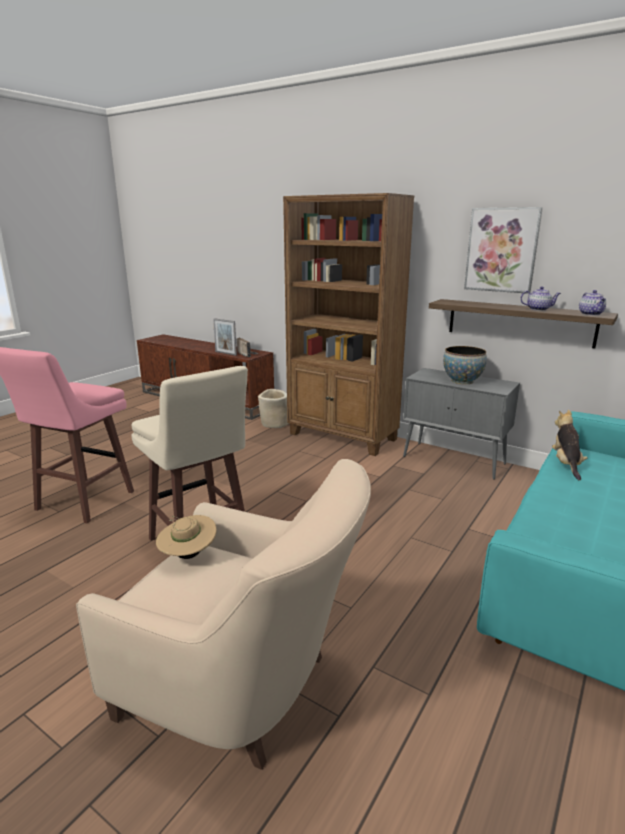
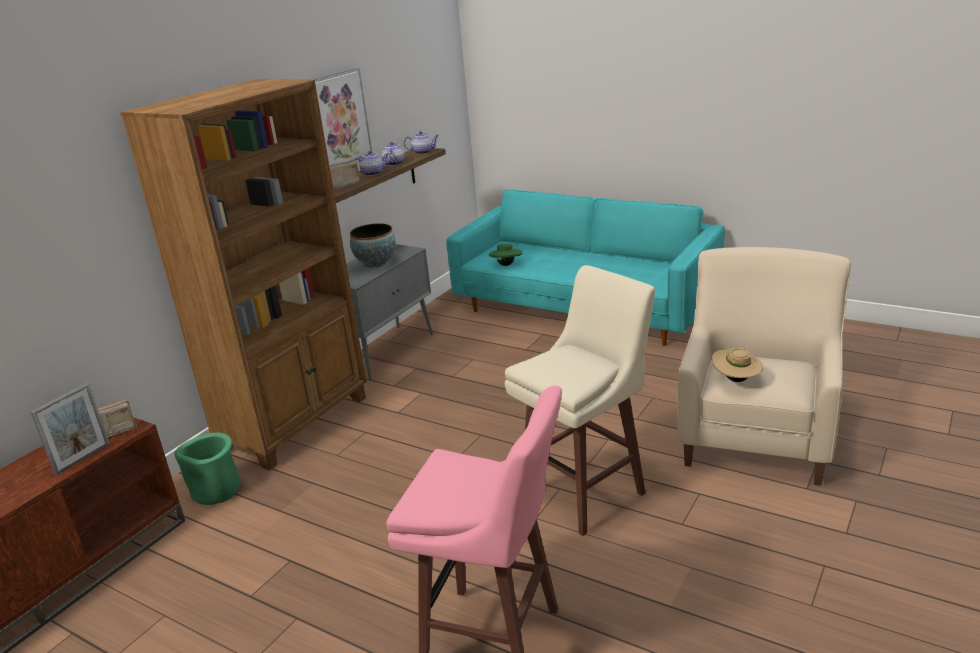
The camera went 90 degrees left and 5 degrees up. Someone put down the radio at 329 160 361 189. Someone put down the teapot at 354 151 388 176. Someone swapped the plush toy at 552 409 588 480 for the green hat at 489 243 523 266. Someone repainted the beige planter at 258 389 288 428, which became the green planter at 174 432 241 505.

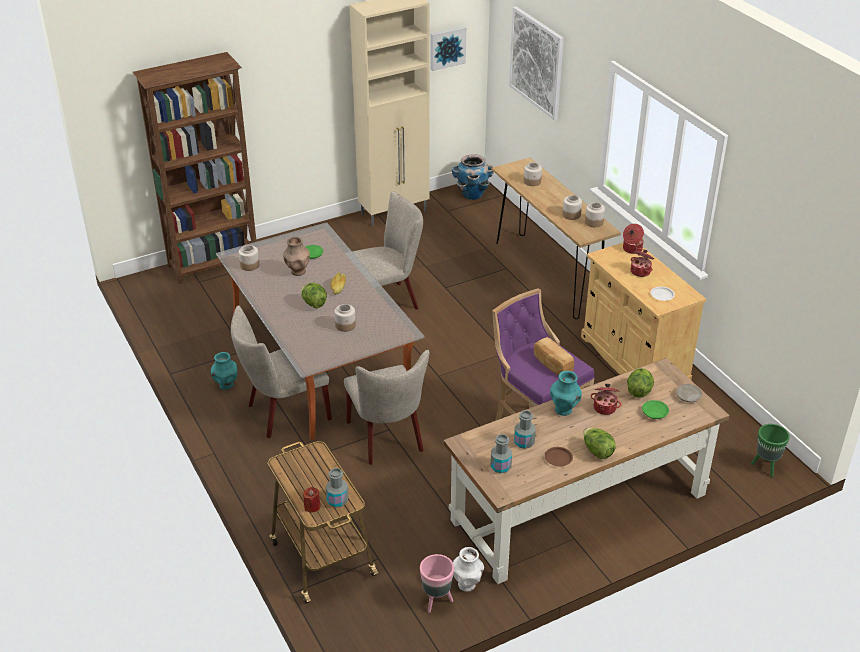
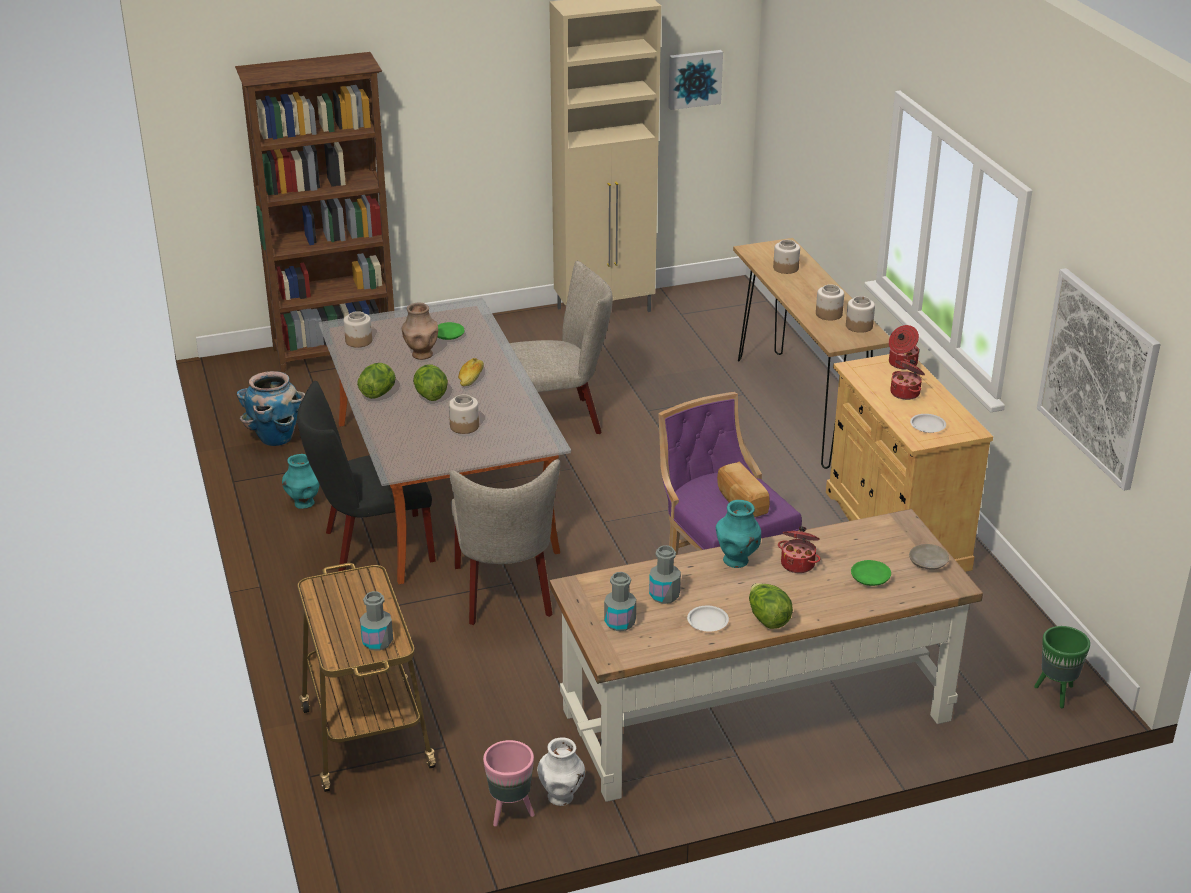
The camera went 10 degrees right and 5 degrees down. Someone took away the red candle at 303 487 321 513. Someone carried the planter from 452 154 493 200 to 237 371 305 446. Someone carried the picture from 509 6 564 120 to 1037 268 1161 491. Someone carried the lettuce from 627 368 654 398 to 357 363 396 399. Someone repainted the beige chair at 231 305 332 438, which became the black chair at 297 381 436 571. Someone repainted the brown plate at 545 447 573 466, which became the white plate at 687 606 729 632.

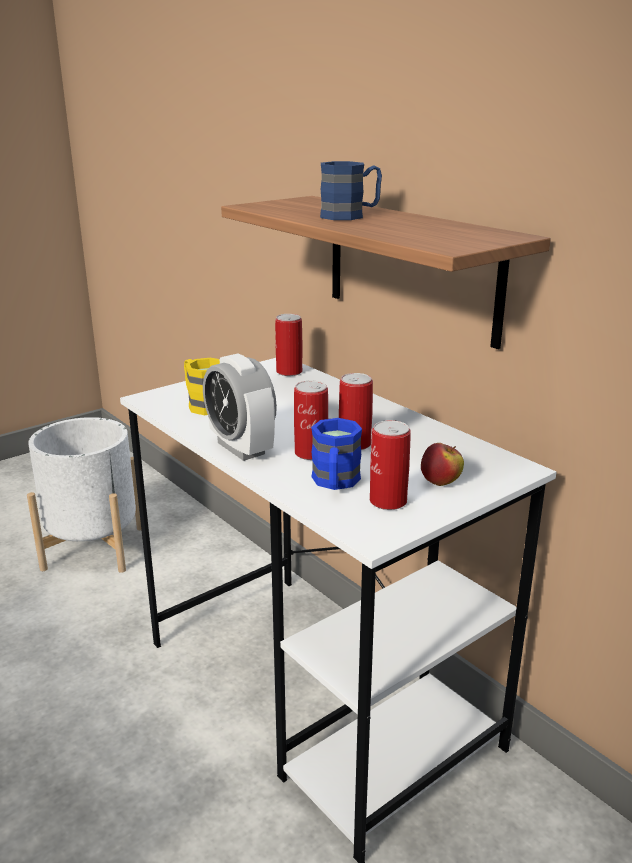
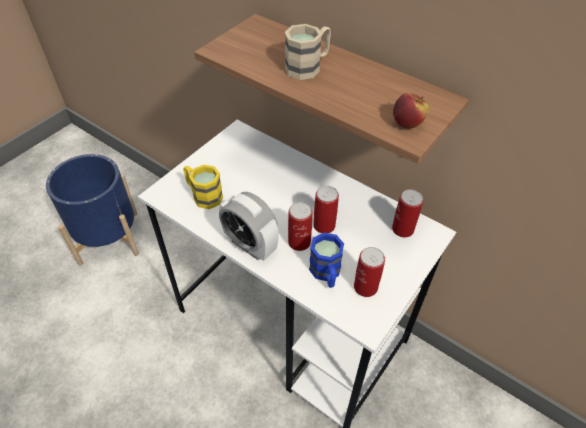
The camera went 15 degrees left and 25 degrees up. Someone carried the can from 275 314 303 376 to 392 189 423 238. Someone carried the apple from 421 443 464 486 to 393 93 429 129. Someone repainted the white planter at 27 417 141 573, which became the blue planter at 46 154 139 266. Someone repainted the blue mug at 320 161 382 220, which became the beige mug at 285 24 331 80.

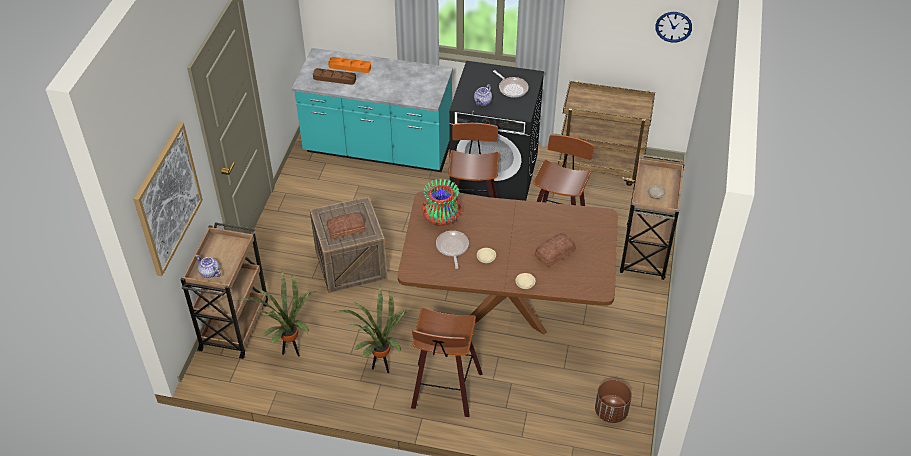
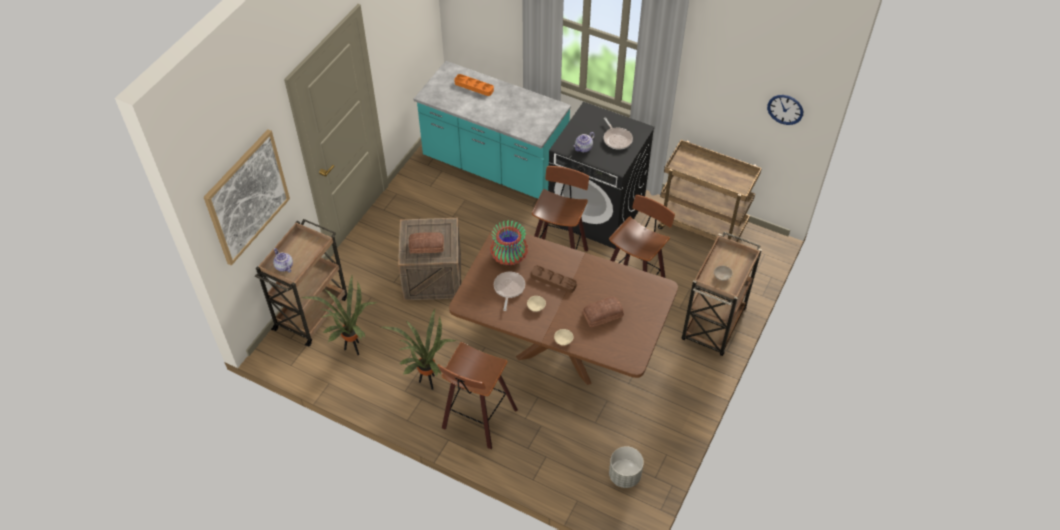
The camera went 15 degrees right and 5 degrees up. Someone carried the brown tray from 313 68 356 85 to 531 265 577 293. Someone repainted the brown planter at 595 379 632 423, which became the grey planter at 609 446 644 488.

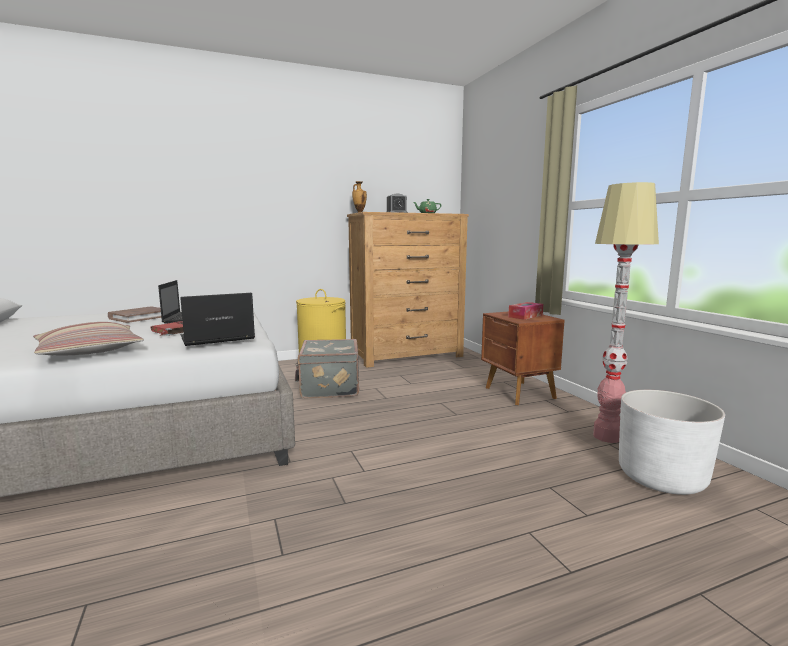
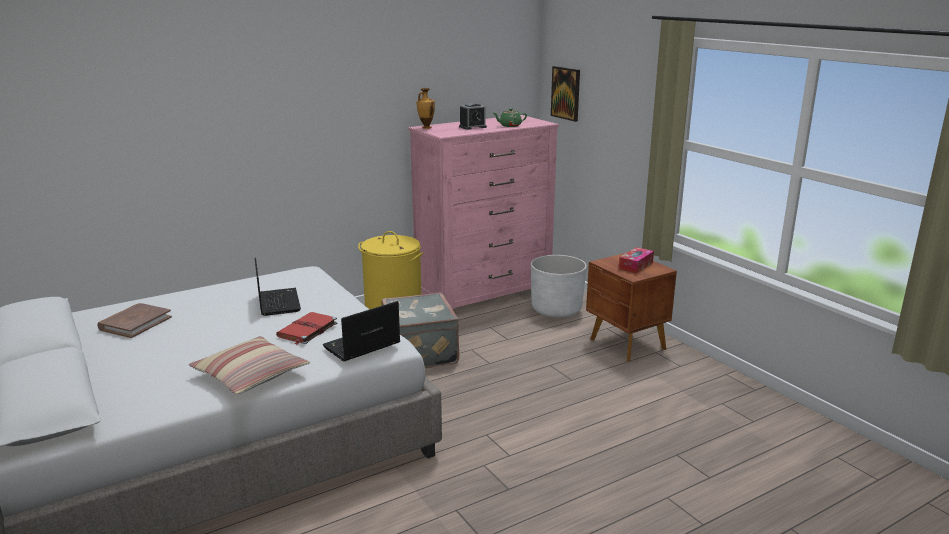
The camera went 10 degrees left and 10 degrees up. Someone took away the floor lamp at 593 182 659 443. Someone put up the picture at 551 66 580 122. Someone carried the brown book from 108 307 161 323 to 97 303 172 338. Someone carried the white planter from 619 390 725 495 to 531 255 587 318. Someone repainted the brown dresser at 347 212 469 368, which became the pink dresser at 408 115 559 310.

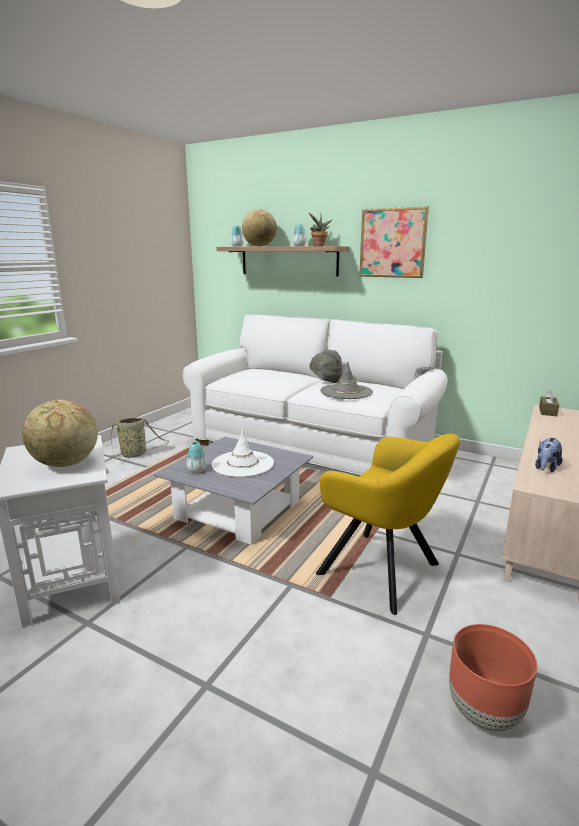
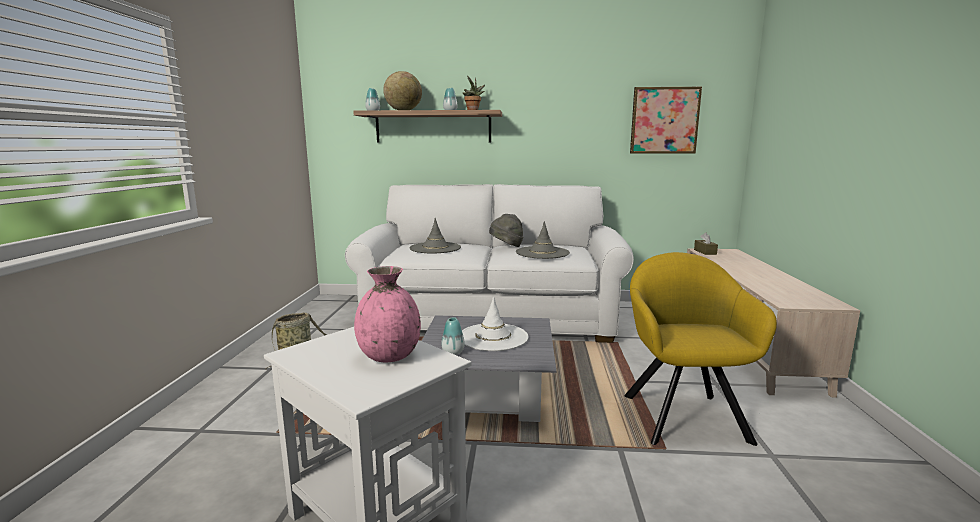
The camera went 25 degrees left and 5 degrees down. Someone took away the brown planter at 449 624 537 731. Someone took away the plush toy at 535 438 562 472. Someone put down the grey hat at 409 218 461 253. Someone carried the picture from 359 206 429 278 to 630 87 702 154. Someone swapped the globe at 22 400 98 467 for the pink vase at 354 266 421 362. Someone rotated the yellow armchair at 316 434 461 615 by 105 degrees counterclockwise.

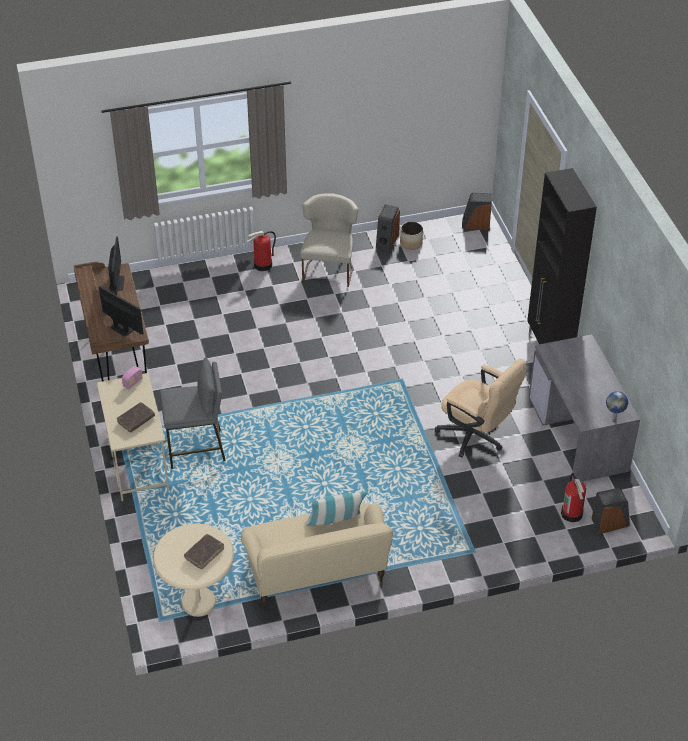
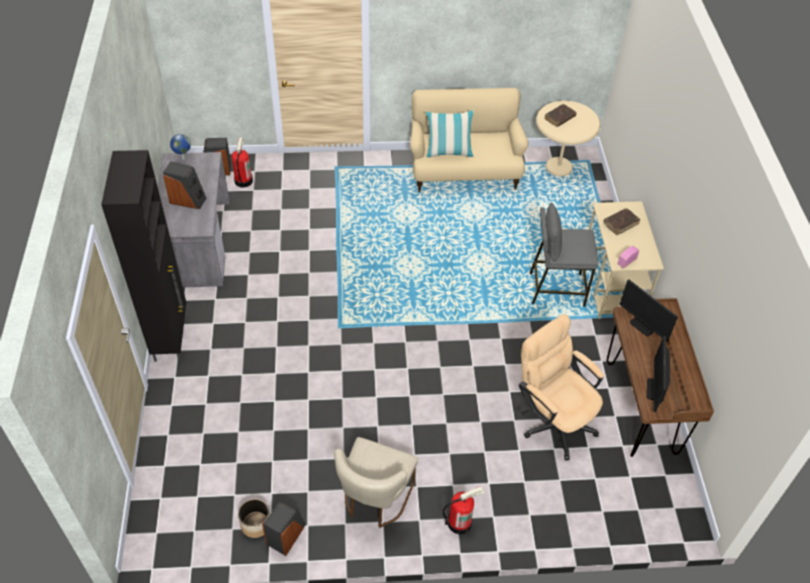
The camera went 170 degrees left and 5 degrees up. Someone carried the beige office chair from 435 359 527 458 to 519 314 604 460. Someone carried the speaker from 462 193 492 231 to 163 162 207 209.

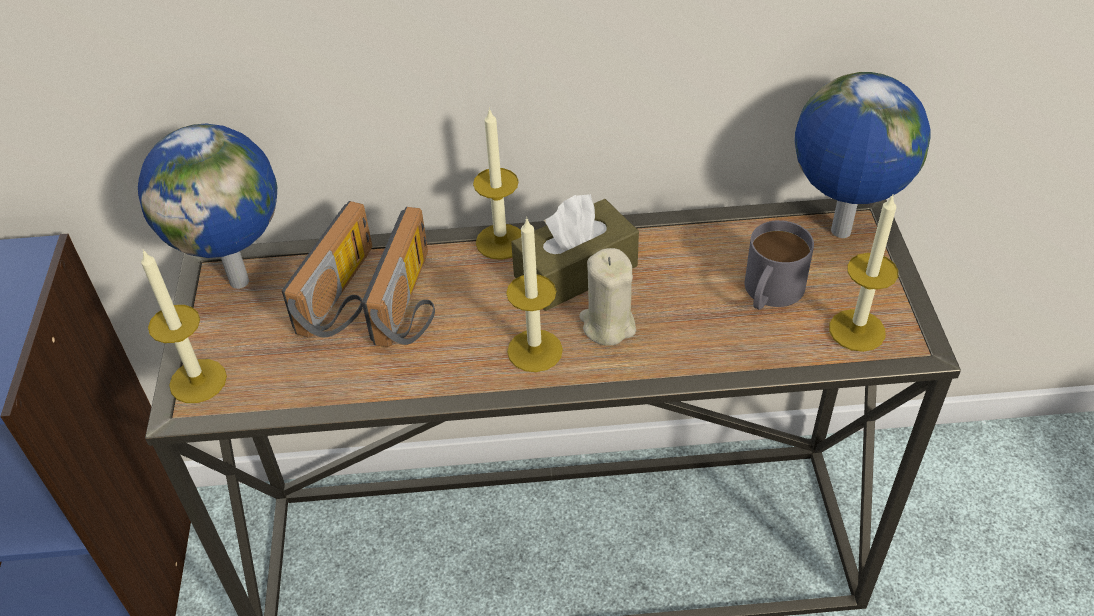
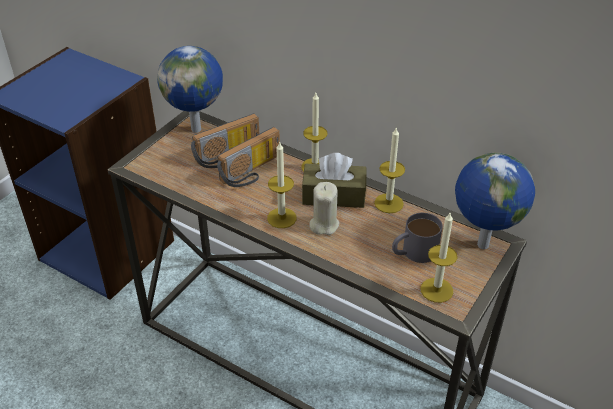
The camera went 35 degrees right and 5 degrees down. Someone carried the candle from 141 249 227 403 to 374 127 405 213.

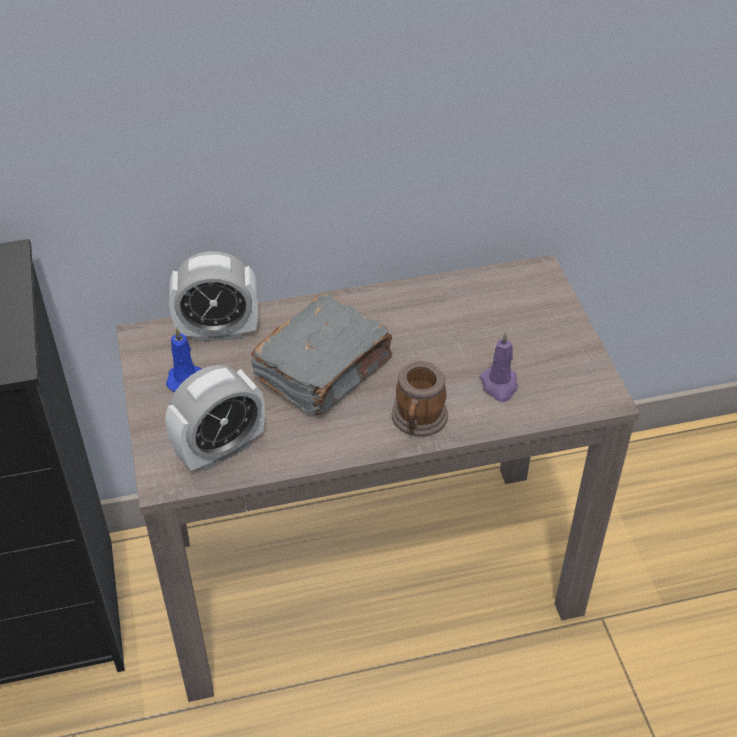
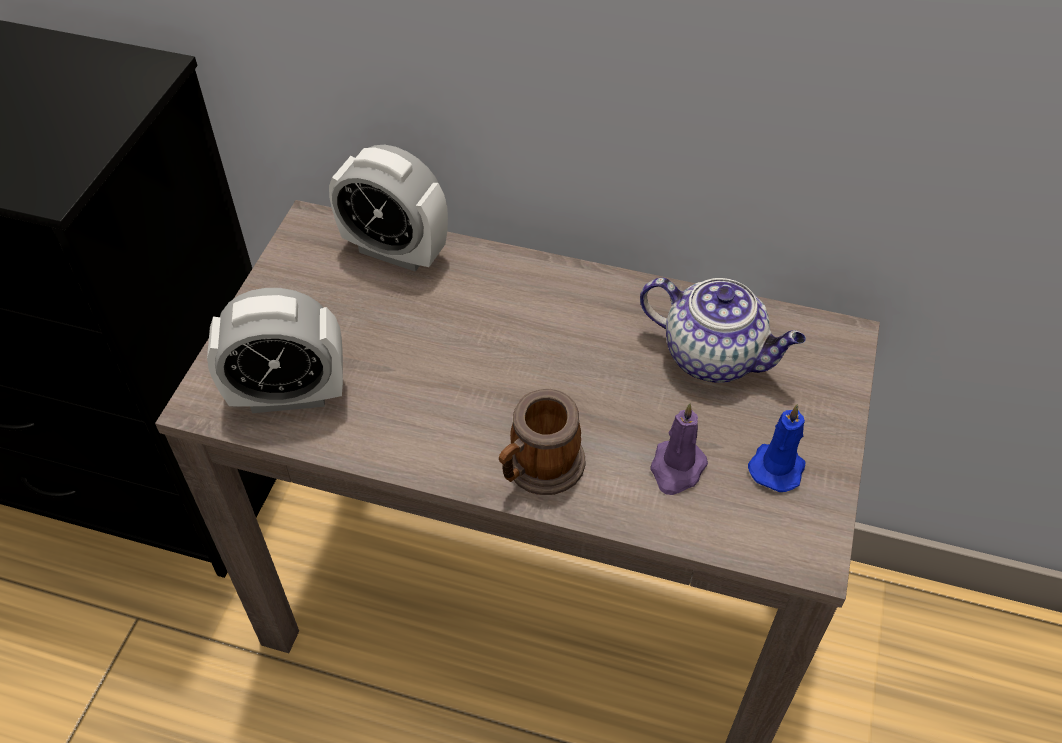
The camera went 30 degrees right and 5 degrees up. Someone took away the grey book at 251 294 393 416. Someone put down the teapot at 640 278 806 383. Someone carried the blue candle from 166 328 202 392 to 748 404 805 492.

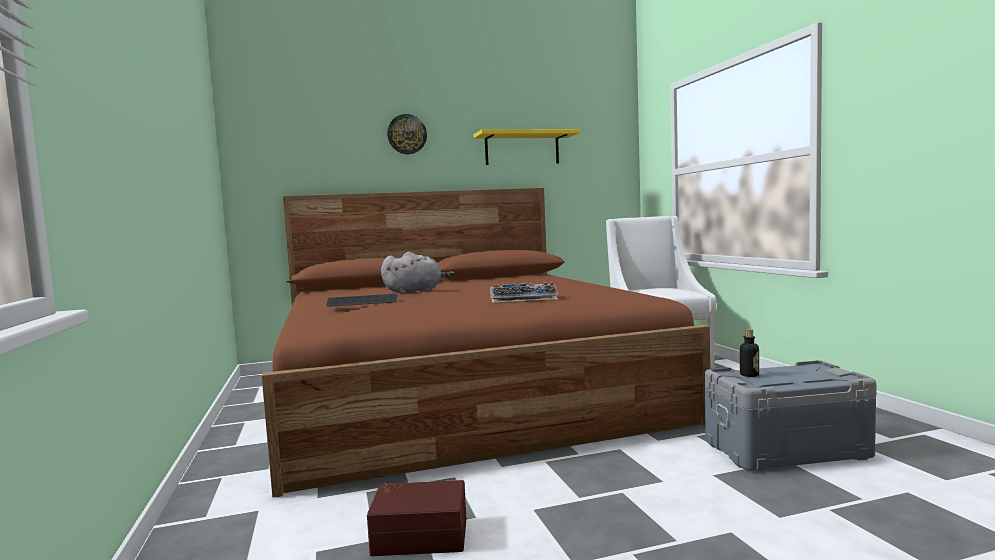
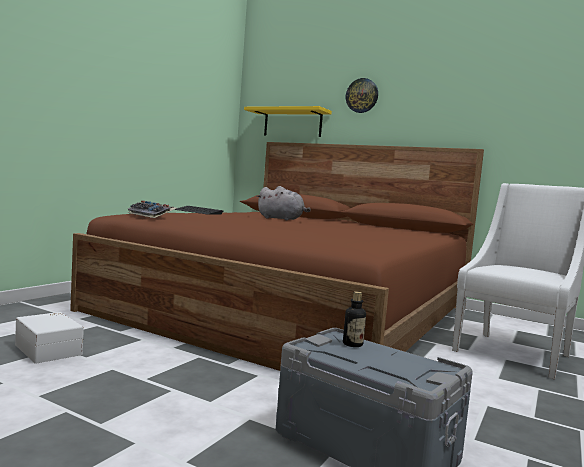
The camera went 45 degrees right and 0 degrees up. Someone carried the yellow shelf from 474 129 581 165 to 244 106 332 137. Someone carried the keyboard from 490 282 558 303 to 127 200 177 218. Someone repainted the brown storage box at 367 480 467 556, which became the white storage box at 15 312 84 364.

